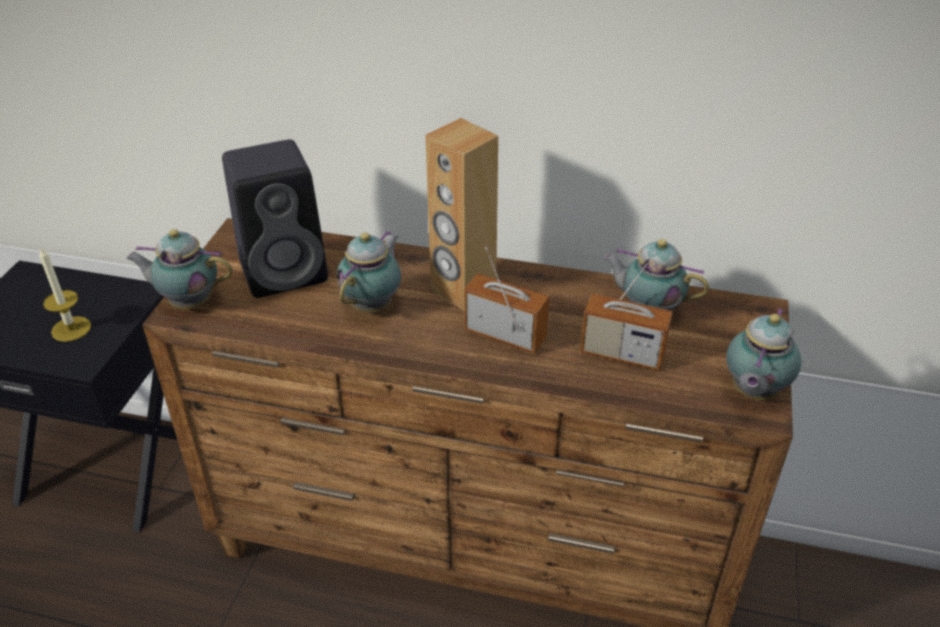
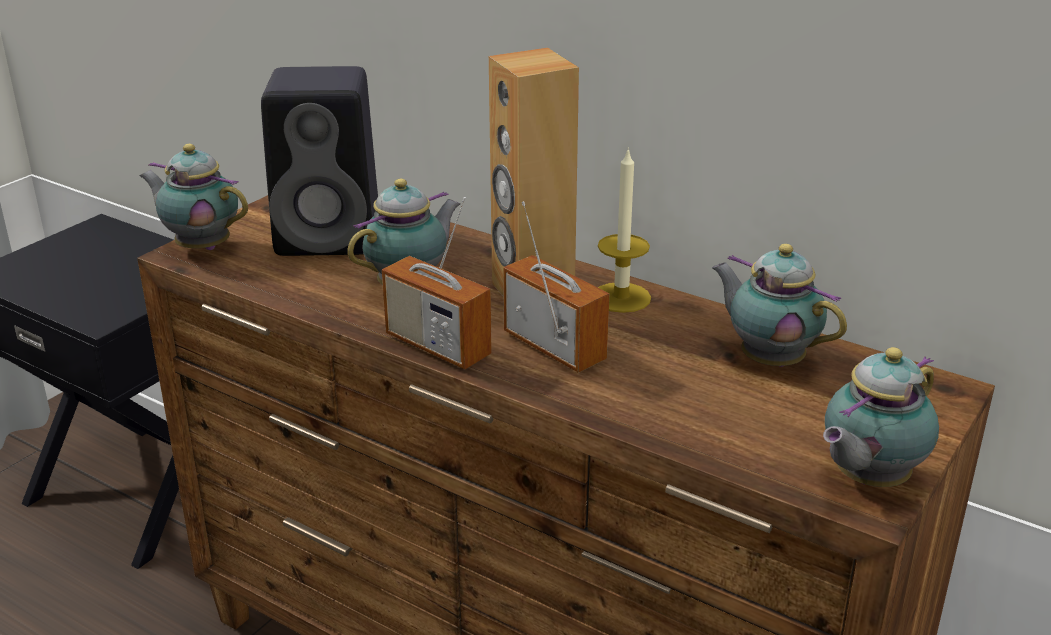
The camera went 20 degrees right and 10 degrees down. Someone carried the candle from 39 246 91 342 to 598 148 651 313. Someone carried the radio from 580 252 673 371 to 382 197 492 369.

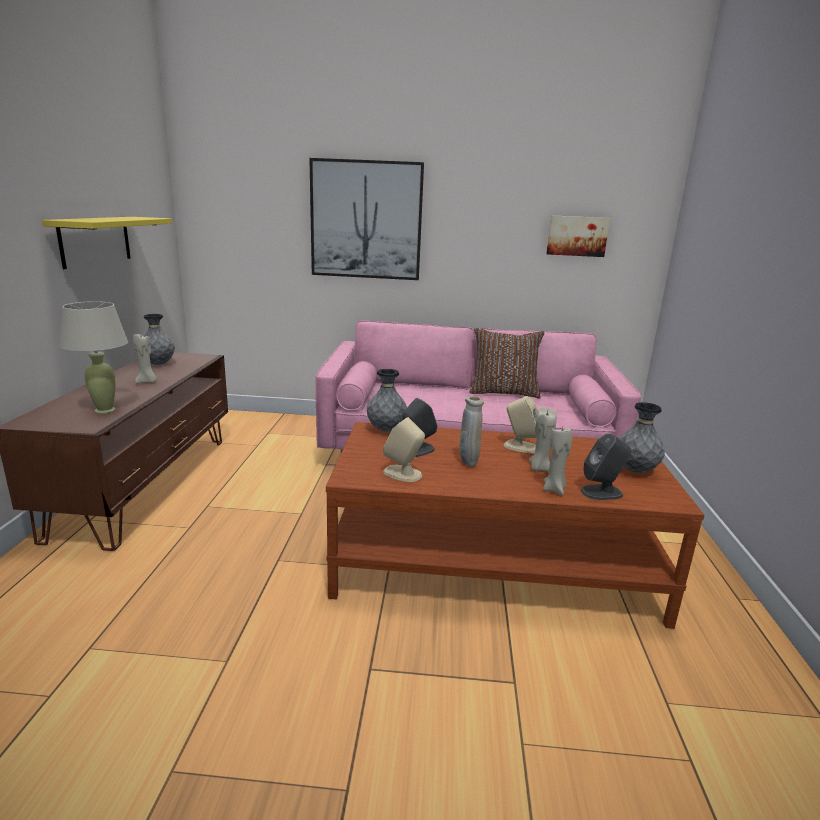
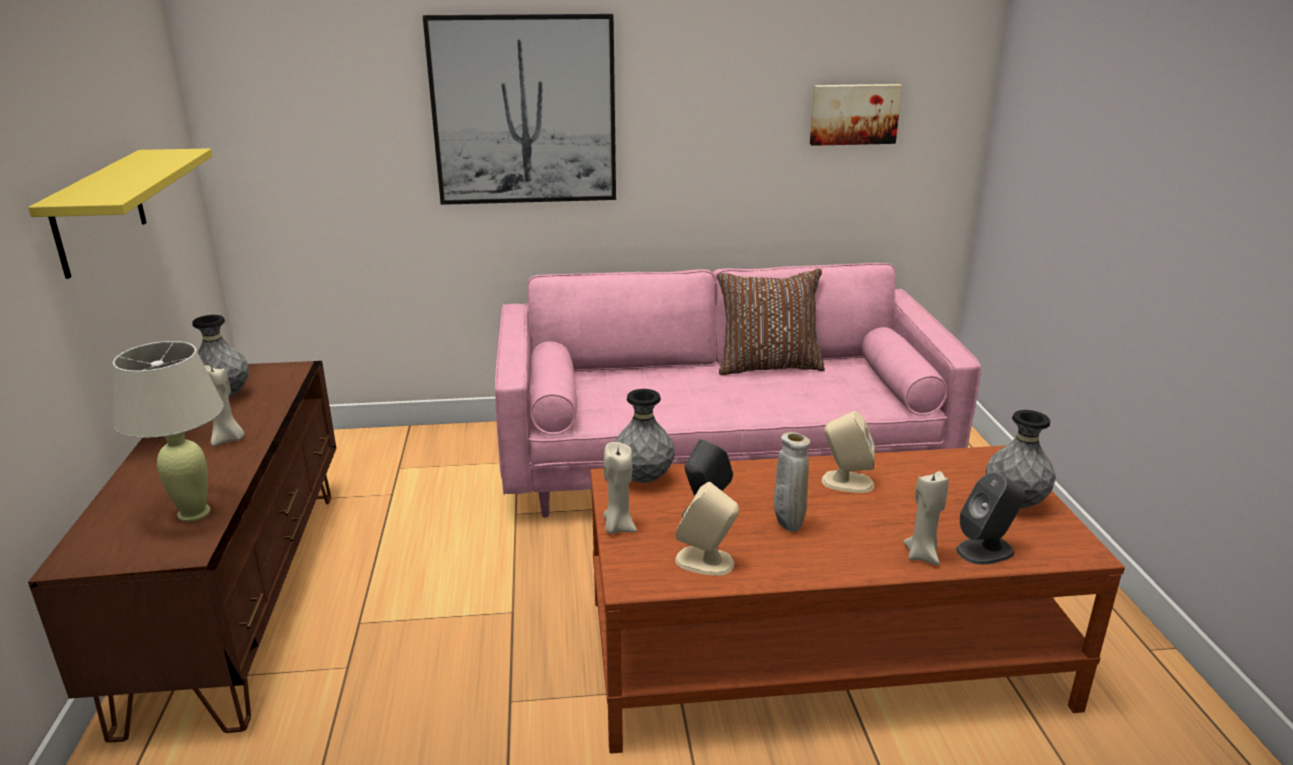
The camera went 10 degrees left and 5 degrees up. Someone carried the beige candle from 529 407 557 472 to 603 442 637 534.

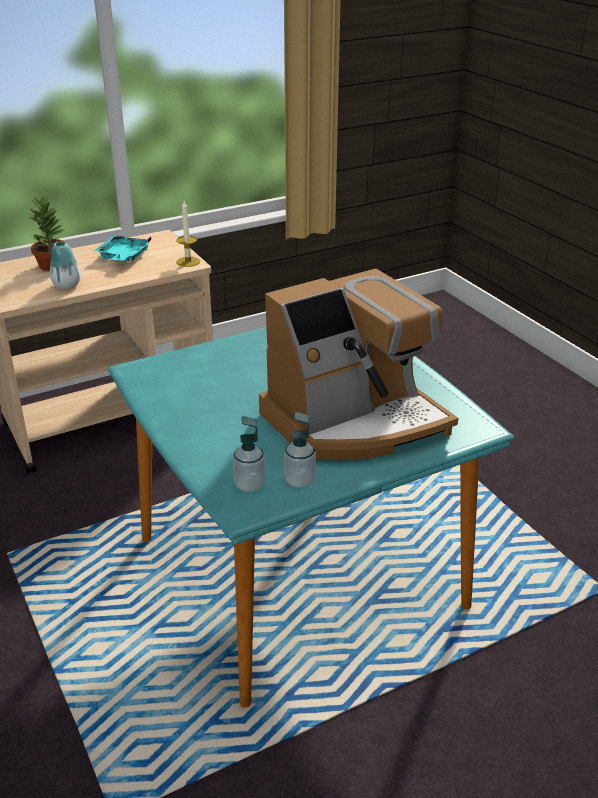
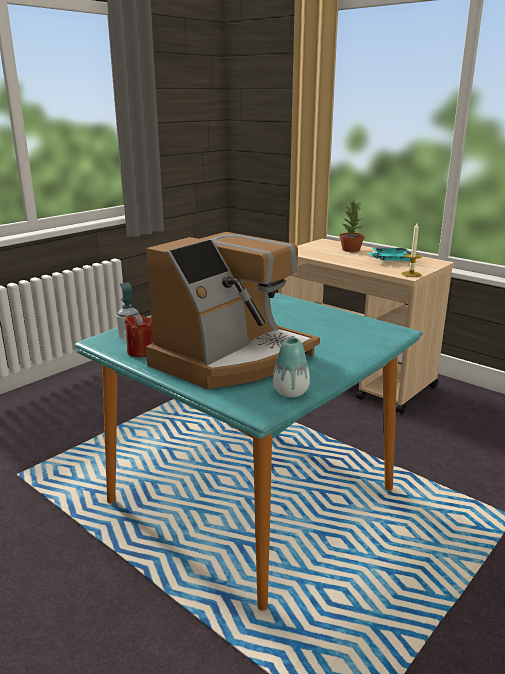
The camera went 70 degrees right and 10 degrees down. Someone carried the vase from 50 241 81 289 to 273 337 310 397. Someone swapped the soap dispenser at 284 412 316 488 for the red candle at 125 314 153 357. Someone rotated the coffee machine at 259 269 458 460 by 90 degrees counterclockwise.

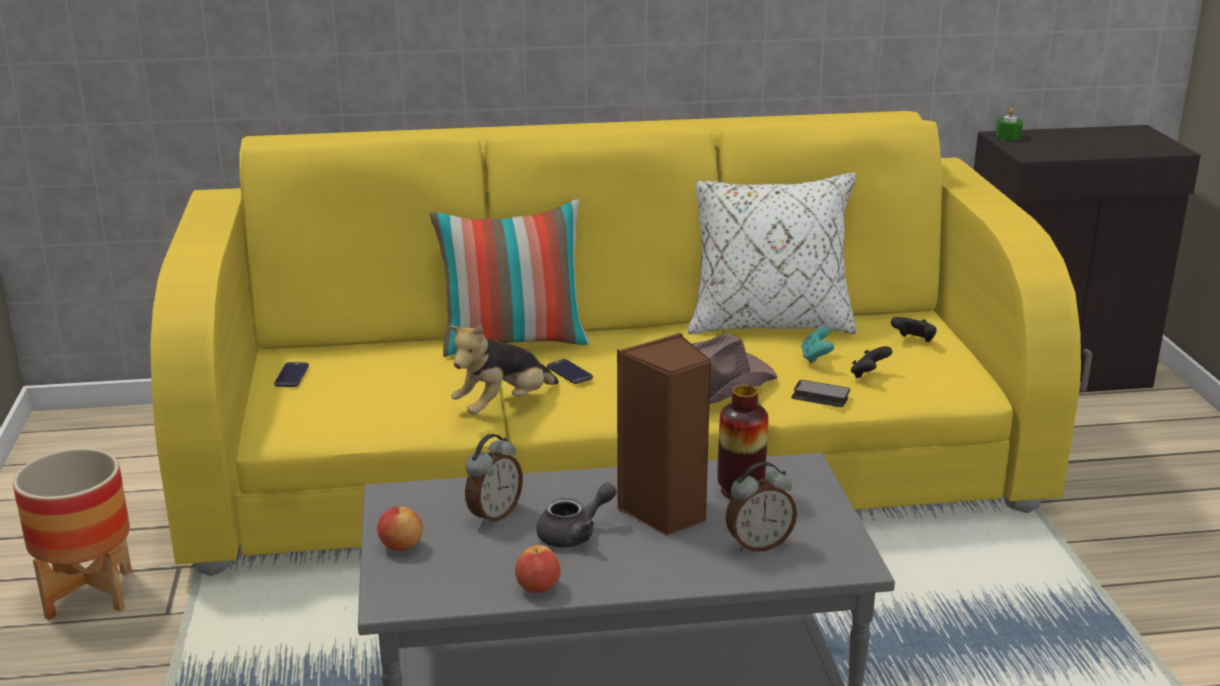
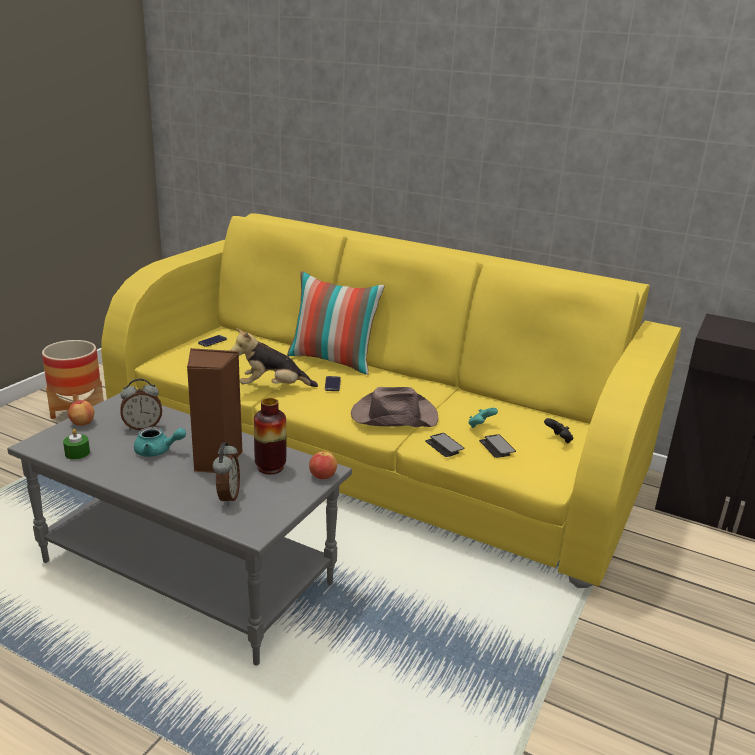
The camera went 35 degrees right and 0 degrees up. Someone took away the white pillow at 688 172 857 334. Someone carried the apple from 515 545 561 593 to 309 451 337 479. Someone carried the green candle from 996 108 1023 141 to 63 429 90 460. Someone swapped the black game controller at 851 346 892 378 for the phone at 479 434 516 458. Someone repainted the grey teapot at 537 483 617 548, which became the turquoise teapot at 134 427 186 457. Someone rotated the alarm clock at 726 462 797 552 by 105 degrees counterclockwise.

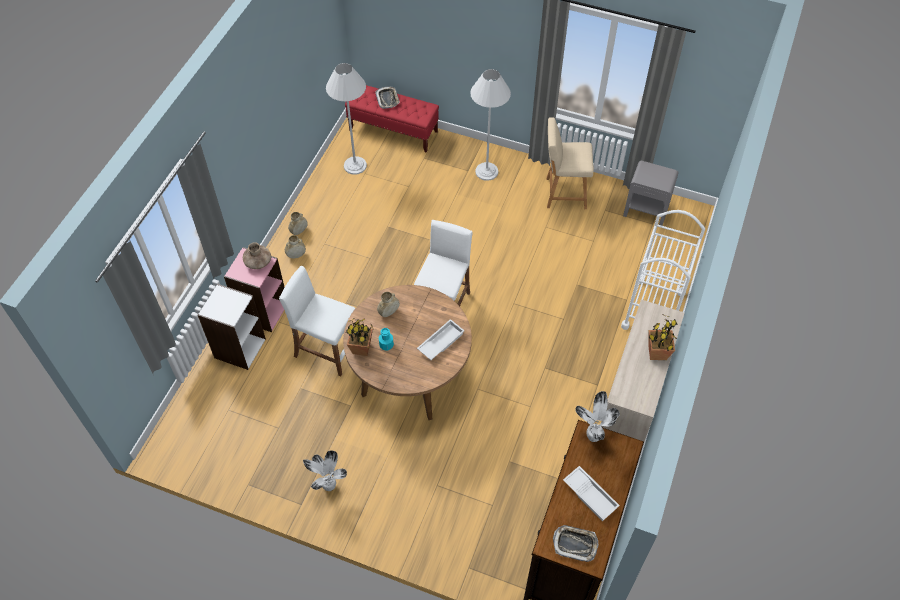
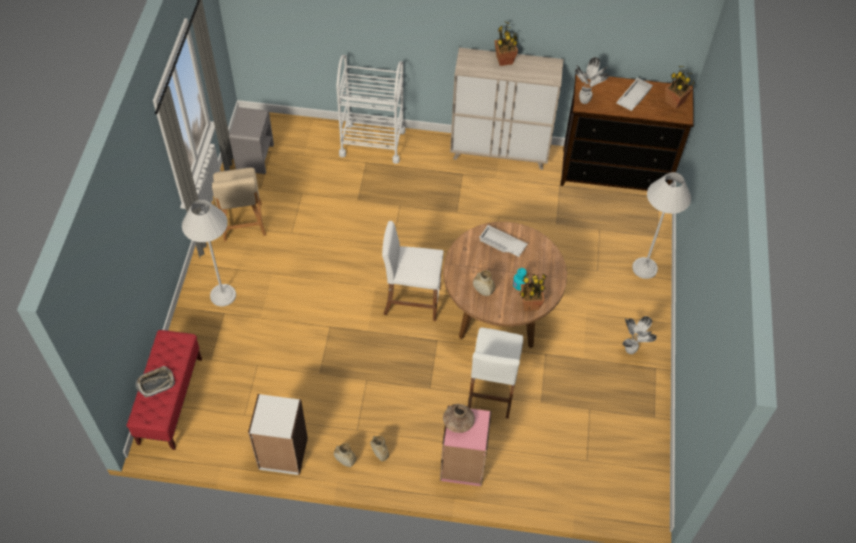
The camera went 105 degrees left and 0 degrees up. Someone carried the white bookcase from 198 284 266 370 to 248 394 308 475. Someone carried the white floor lamp from 326 63 367 175 to 632 172 691 279. Someone swapped the tray at 553 525 598 562 for the potted plant at 665 66 694 109.

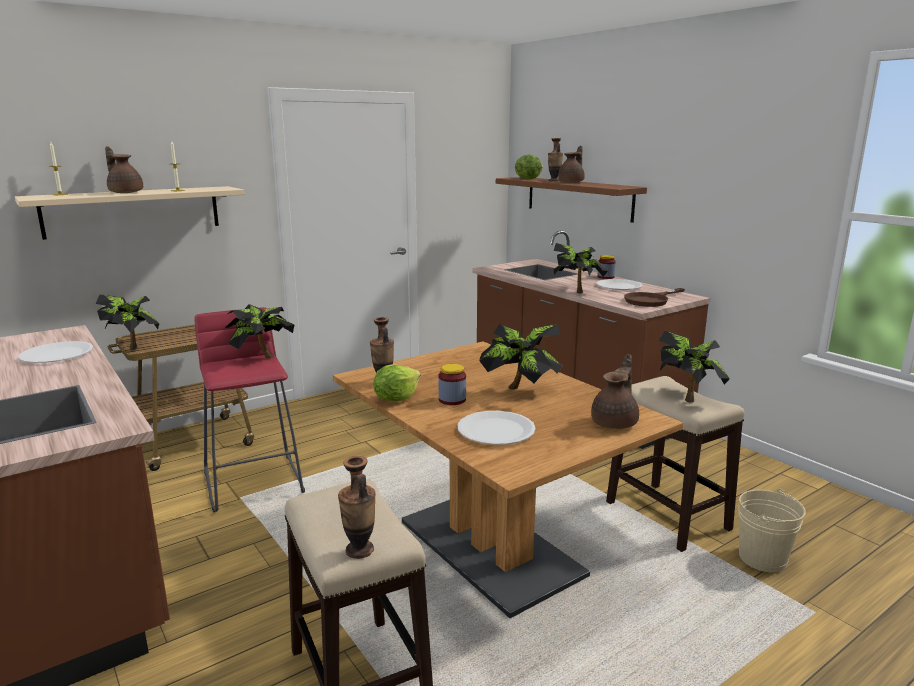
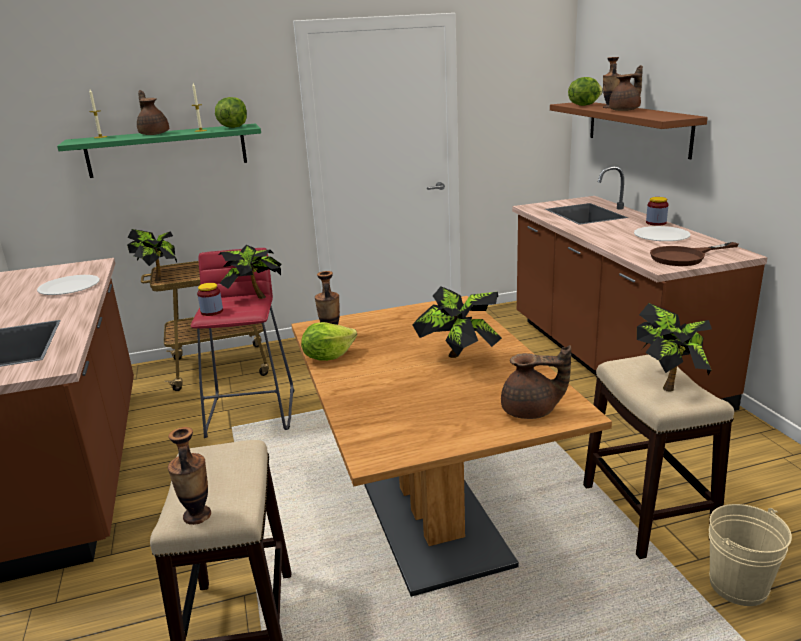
The camera went 20 degrees right and 5 degrees up. Someone took away the white plate at 458 411 536 445. Someone took away the potted plant at 554 243 608 294. Someone put down the lettuce at 215 97 247 128. Someone carried the jar from 439 364 466 405 to 197 283 223 316. Someone repainted the beige shelf at 15 186 244 240, which became the green shelf at 57 123 261 178. Someone rotated the brown teapot at 591 354 639 429 by 45 degrees clockwise.

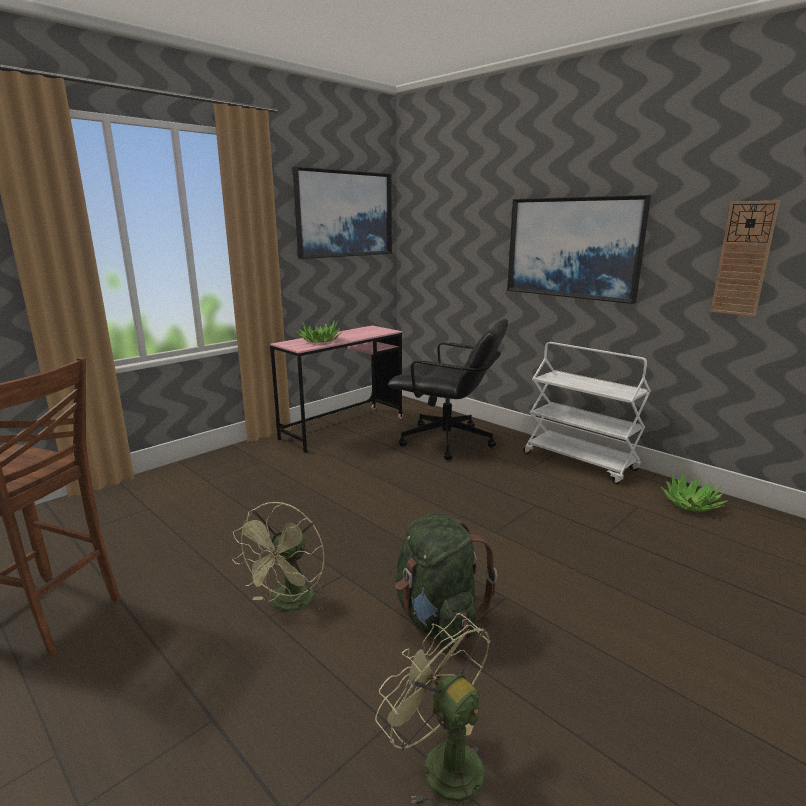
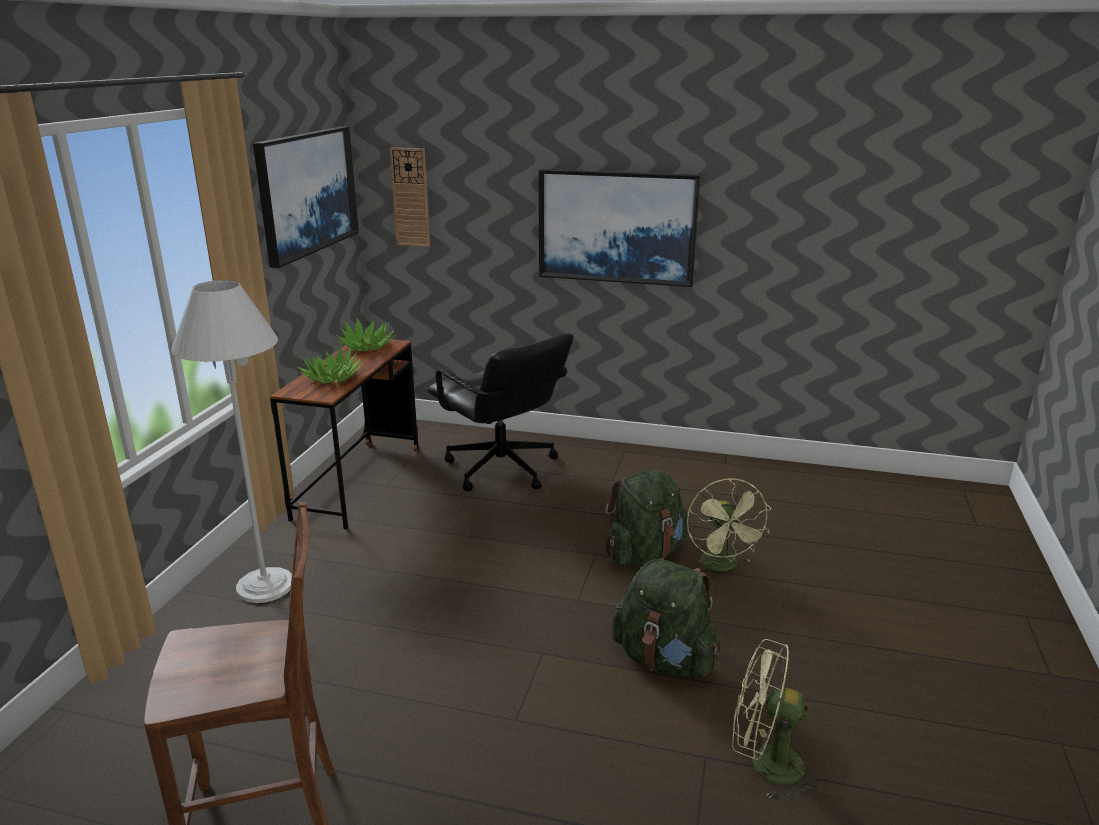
The camera went 30 degrees left and 5 degrees up. Someone took away the white cart at 523 342 651 484. Someone put down the white floor lamp at 171 280 292 603. Someone put down the green backpack at 605 470 687 565. Someone carried the green fan from 232 502 328 611 to 687 478 771 571. Someone carried the potted plant from 661 472 728 512 to 336 319 396 351. Someone carried the wall clock from 711 201 780 316 to 390 148 430 247. Someone repainted the pink desk at 270 325 403 453, which became the brown desk at 270 339 419 530. Someone rotated the black office chair at 388 319 508 460 by 60 degrees clockwise.

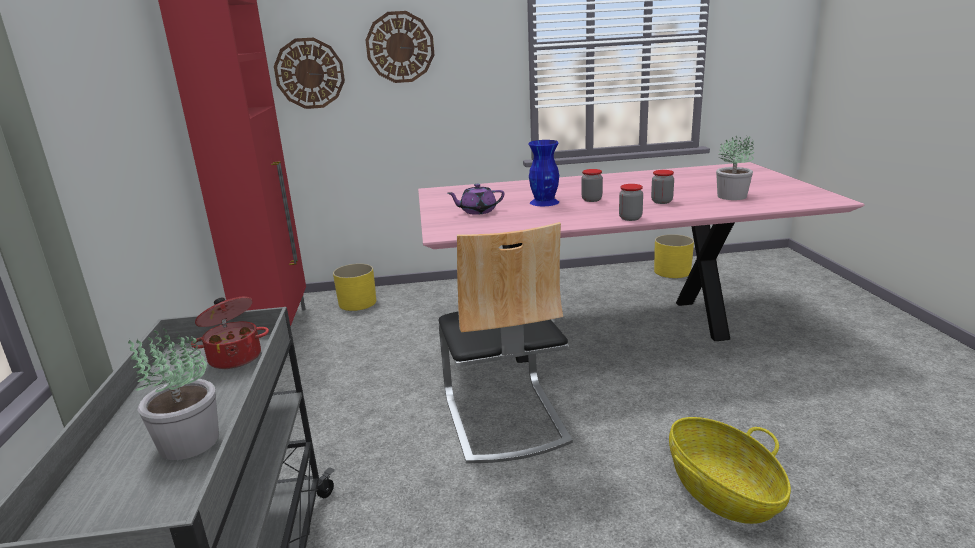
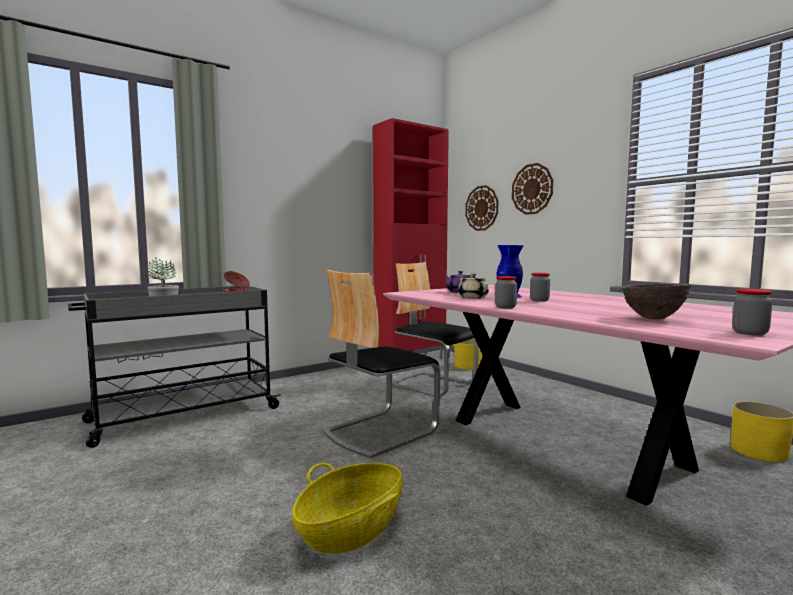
The camera went 60 degrees right and 15 degrees down. Someone put down the chair at 392 262 479 397. Someone put down the beige teapot at 458 274 489 298. Someone carried the jar from 651 170 674 204 to 732 289 773 336. Someone swapped the potted plant at 716 135 754 200 for the brown bowl at 621 284 691 320.

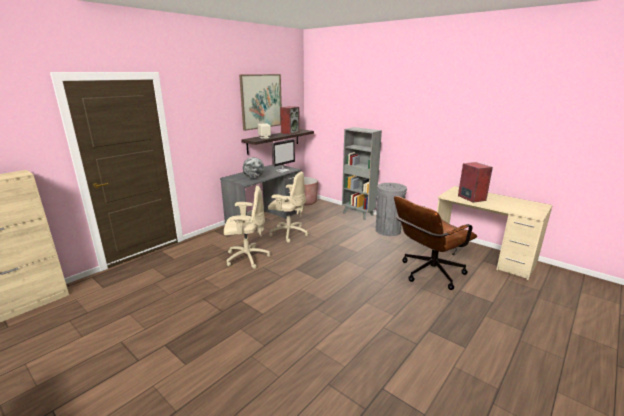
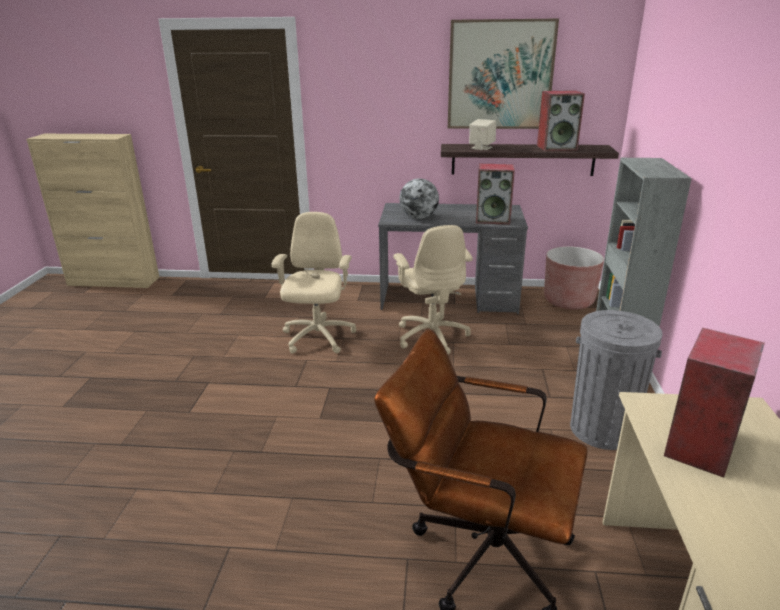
The camera went 55 degrees right and 5 degrees up. Someone swapped the monitor at 272 139 295 172 for the speaker at 476 164 515 225. Someone rotated the beige office chair at 224 186 270 269 by 135 degrees counterclockwise.

